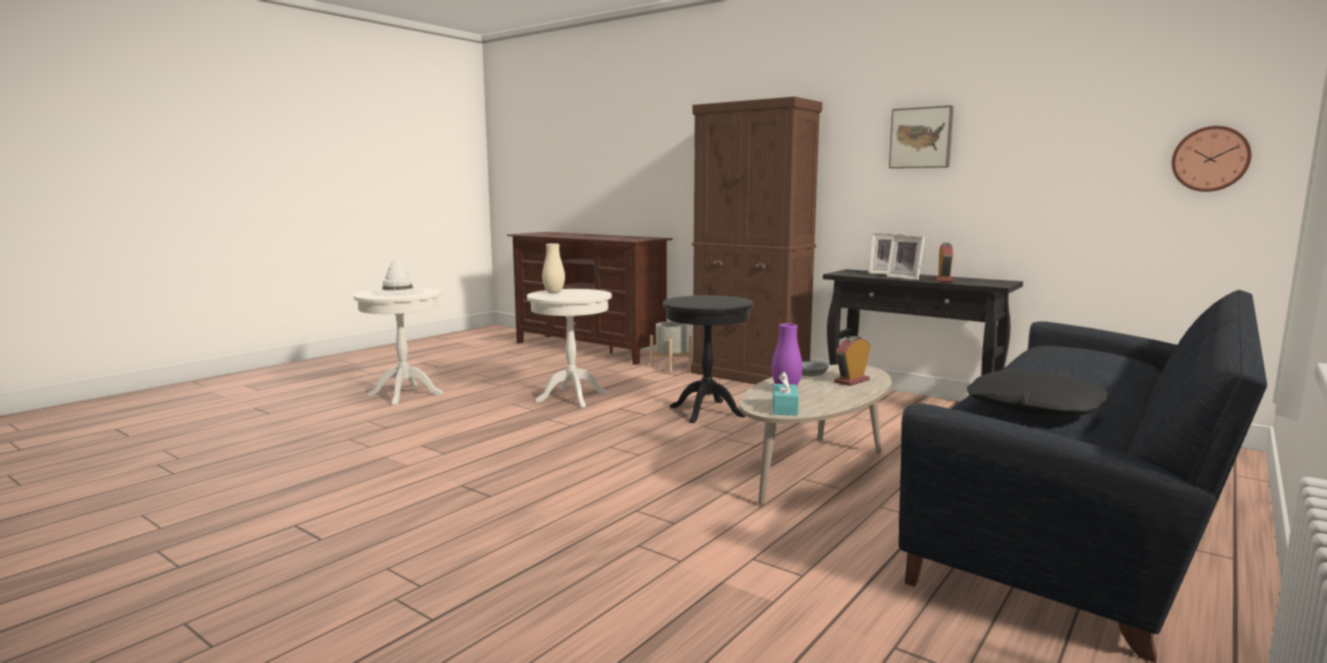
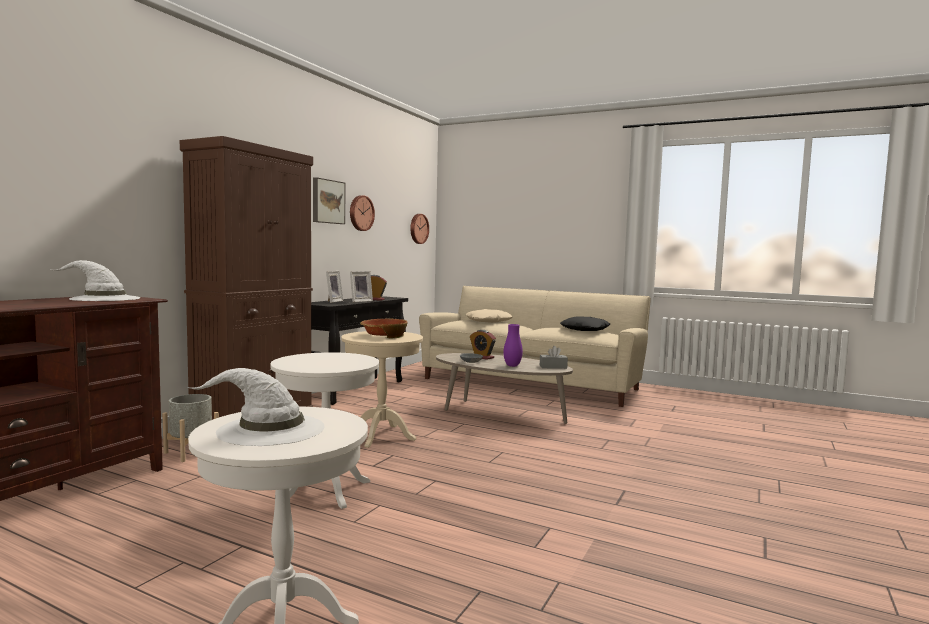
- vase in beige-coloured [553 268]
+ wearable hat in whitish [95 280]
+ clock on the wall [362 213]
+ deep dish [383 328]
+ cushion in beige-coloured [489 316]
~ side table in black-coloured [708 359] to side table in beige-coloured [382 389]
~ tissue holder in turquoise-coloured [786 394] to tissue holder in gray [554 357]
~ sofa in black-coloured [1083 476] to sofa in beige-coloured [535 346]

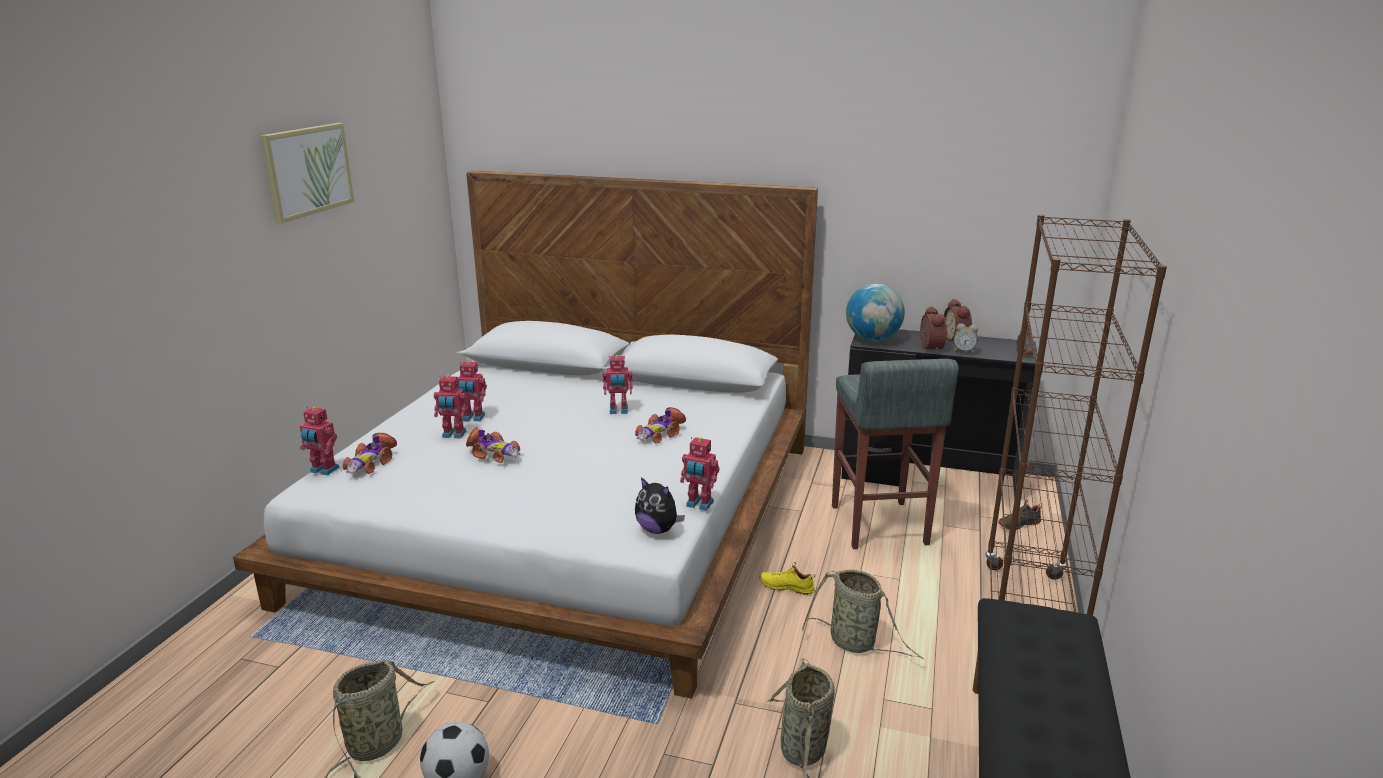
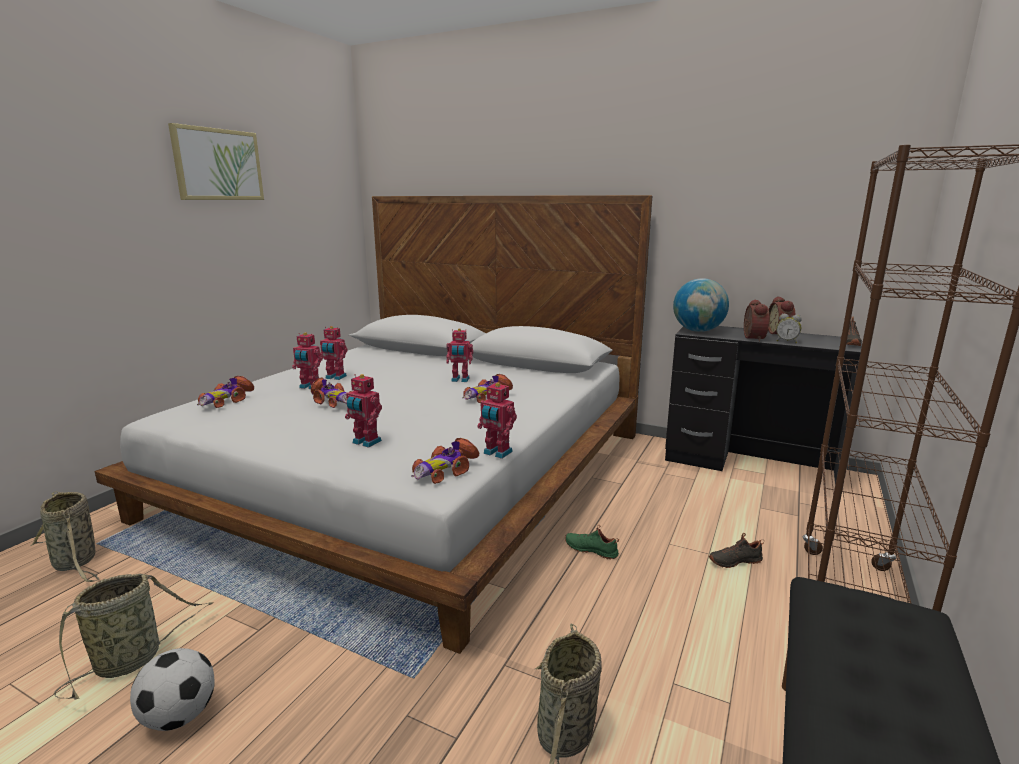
- stool seat in gray [895 454]
~ toy robot [320 441] to [363 411]
~ basket [863 614] to [64 536]
~ shoe in black-coloured [1019 514] to [736 550]
~ plush toy [660 505] to toy car [445 461]
~ shoe in yellow [787 578] to shoe in green [592 542]

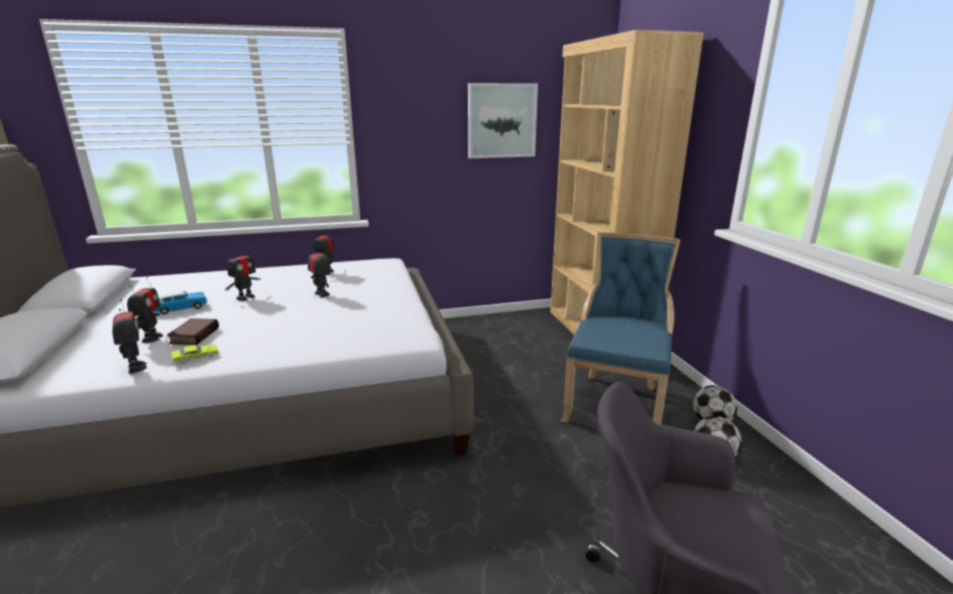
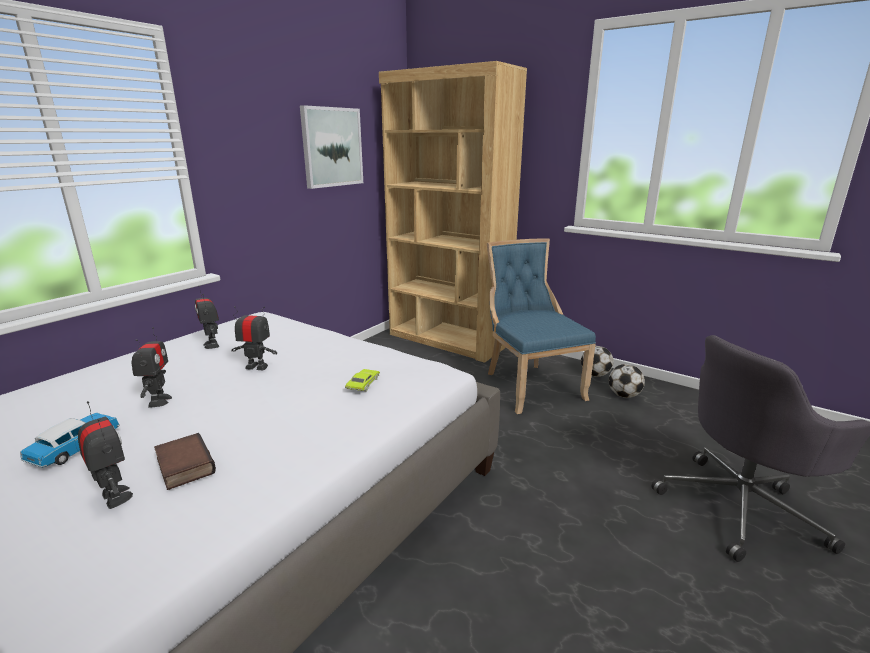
- toy robot [129 336]
~ toy car in green [195 354] to [362 380]

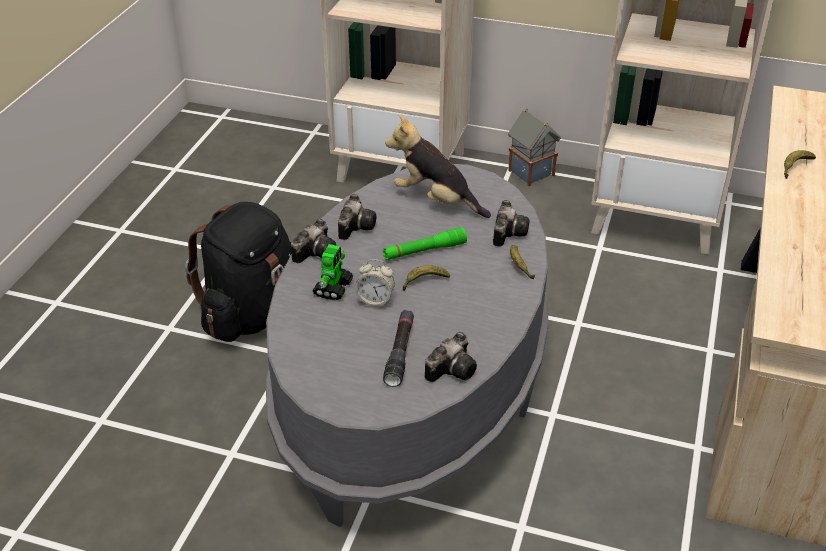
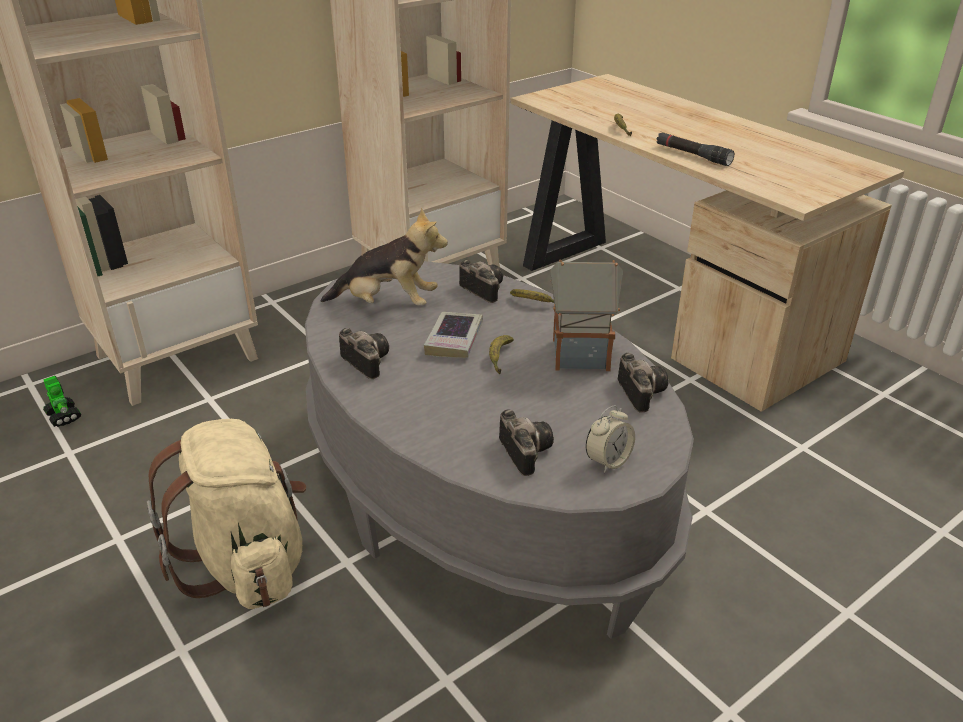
~ still camera [314 241] to [526 442]
~ toy robot [333 272] to [62 401]
~ table clock [375 283] to [610 439]
~ torch in black-coloured [398 348] to [695 149]
~ toy house [534 147] to [586 315]
~ torch in green [425 243] to book [453 335]
~ backpack in black-coloured [238 272] to backpack in beige-coloured [226 514]
~ plush toy [438 166] = [384 257] 150 degrees counterclockwise

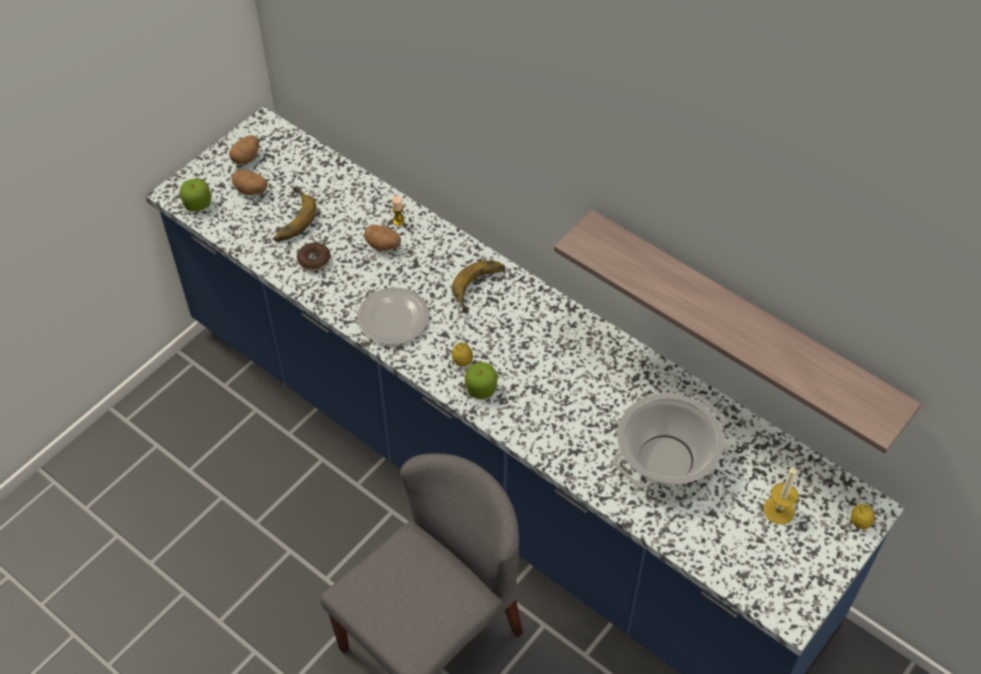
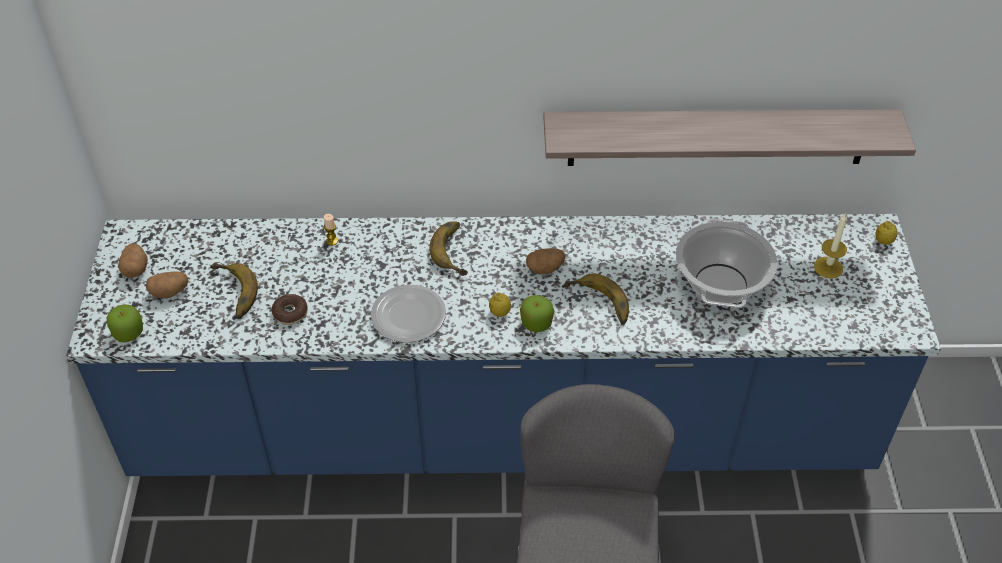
+ banana fruit [595 299]
~ potato [382 238] to [546 261]

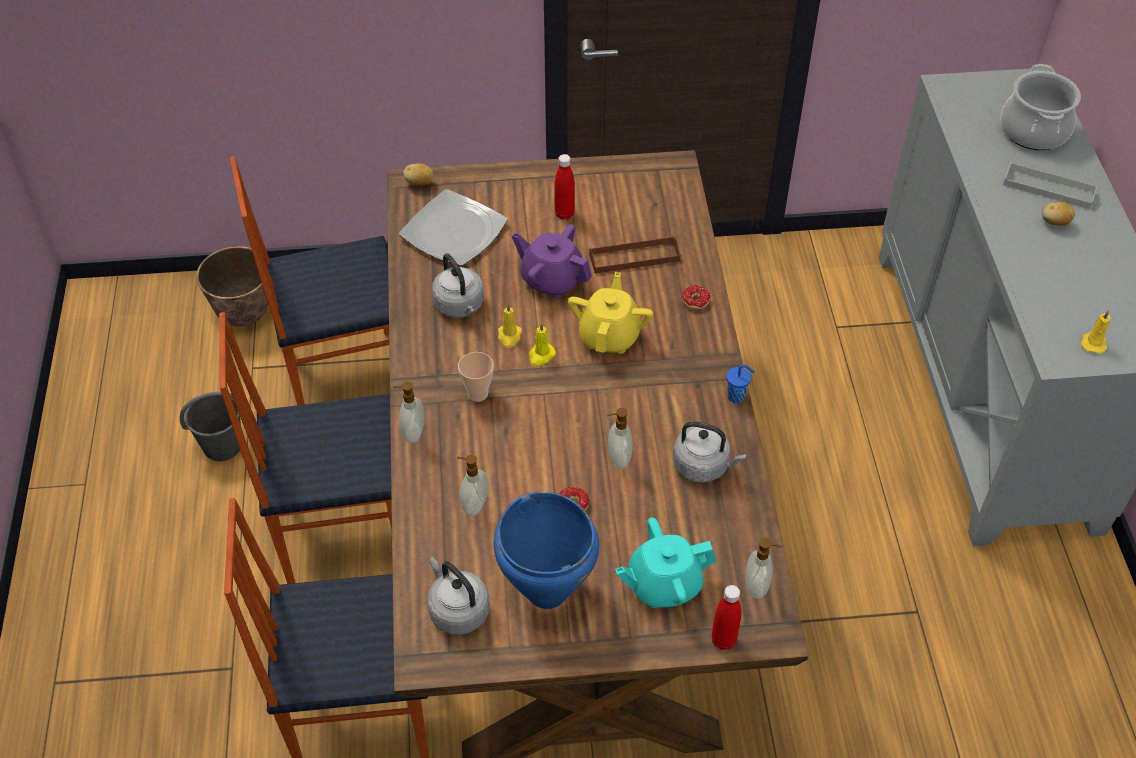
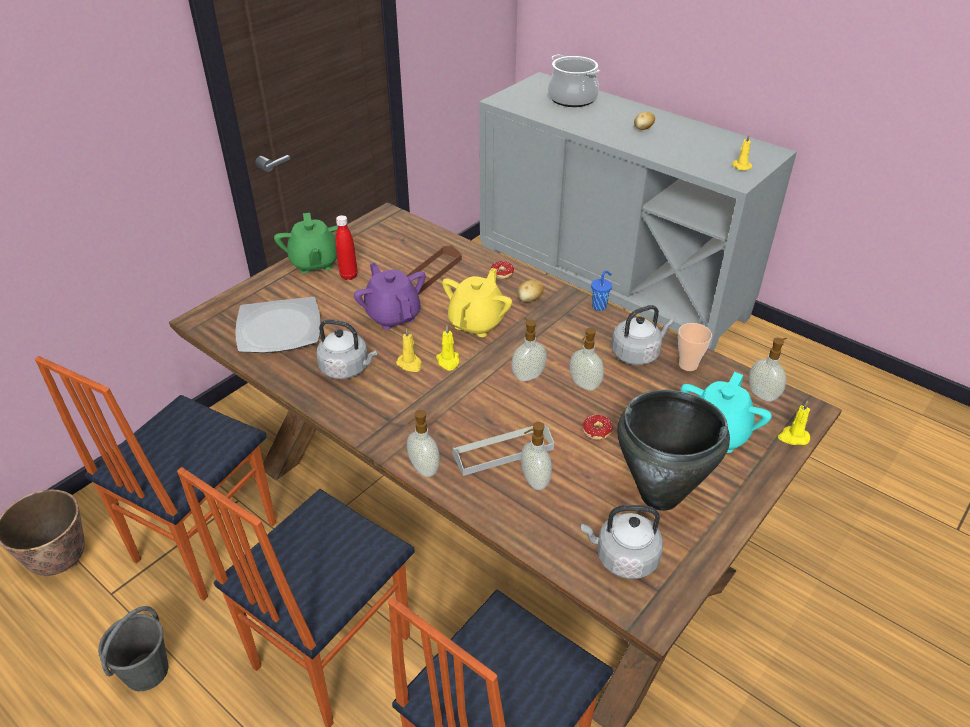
+ teapot in green [306 243]
+ liquid soap bottle [529 349]
~ potato [418 174] to [530 291]
~ small cup [476 377] to [695 347]
~ tray in gray [1050 185] to [503 450]
~ bottle in red [726 617] to wax candle in yellow [794 423]
~ stockpot in bluish [546 550] to stockpot in black-coloured [673 450]
~ teapot in purple [552 261] = [390 296] 75 degrees clockwise
~ teapot in yellow [610 313] = [477 302] 60 degrees clockwise

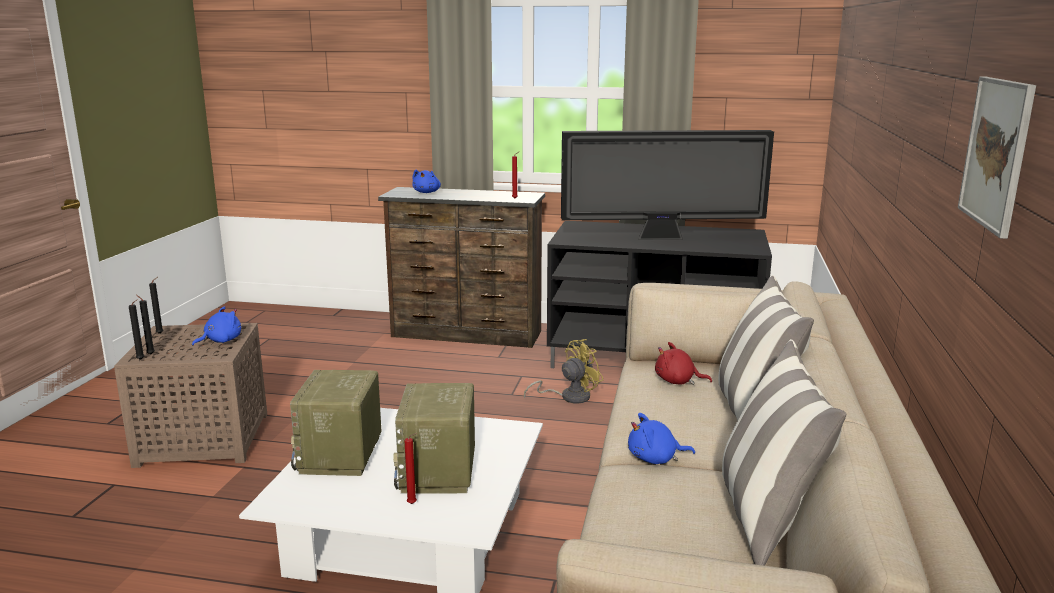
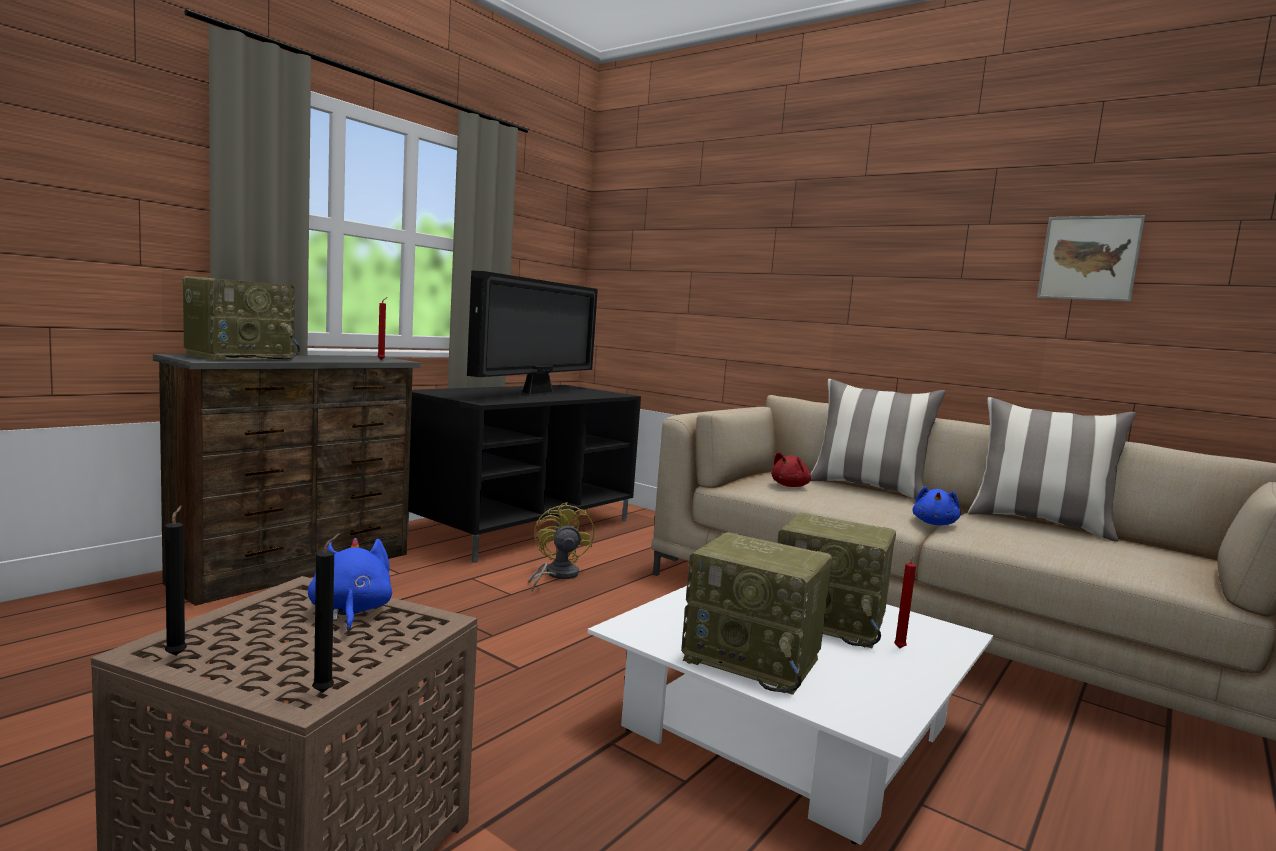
- wax candle in black-coloured [145 324]
~ plush toy in bluish [426 181] to radio set [241 318]

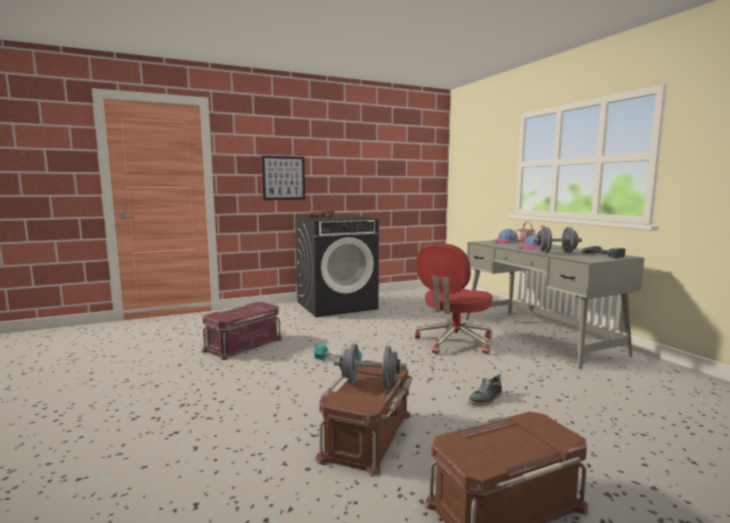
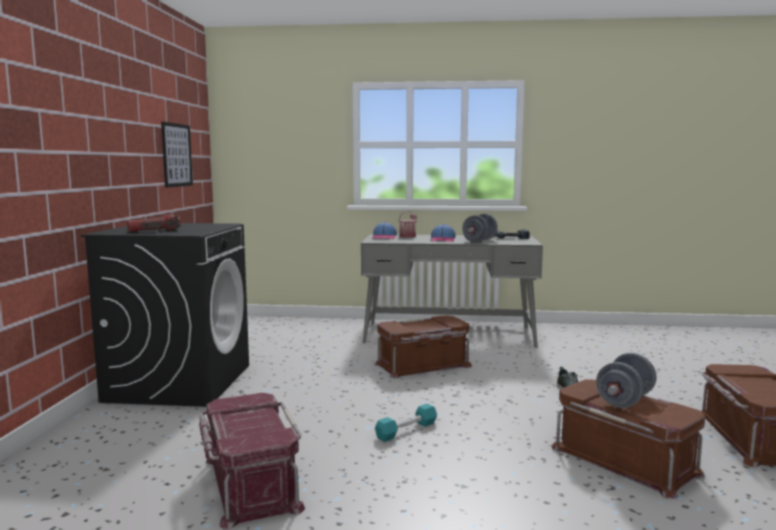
~ wall picture [283 178] to [177 155]
~ office chair in red [453 298] to storage container in brown-coloured [423 346]

